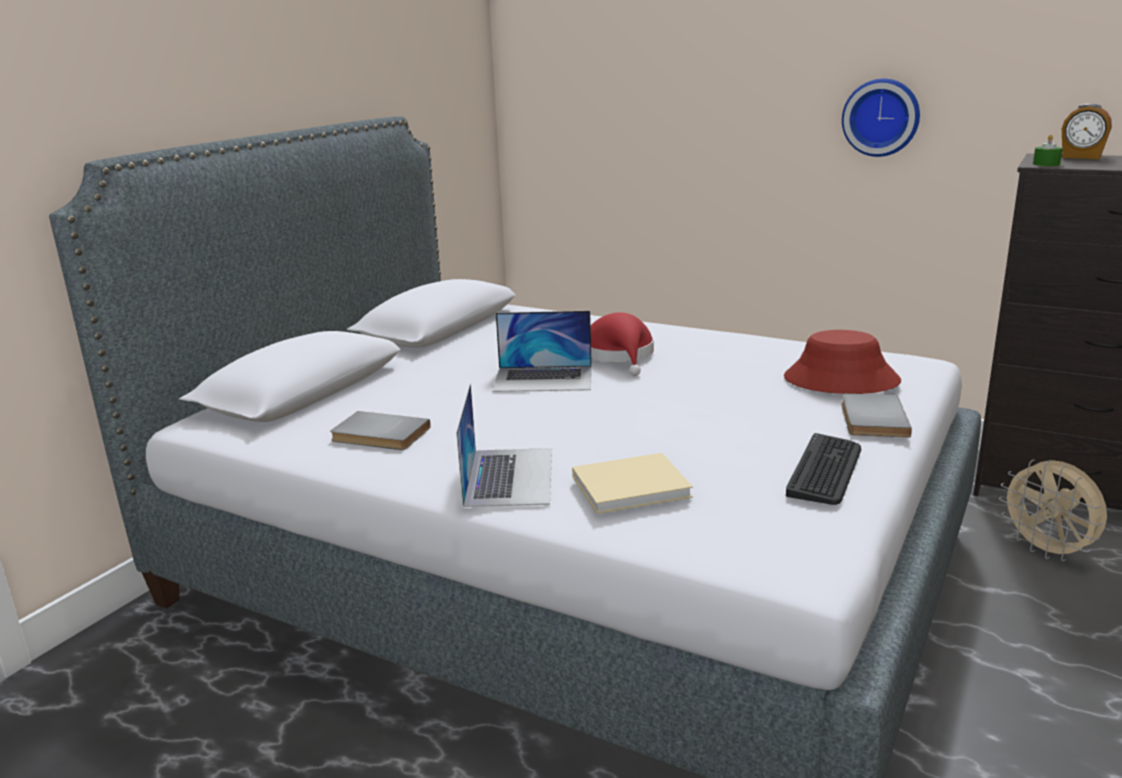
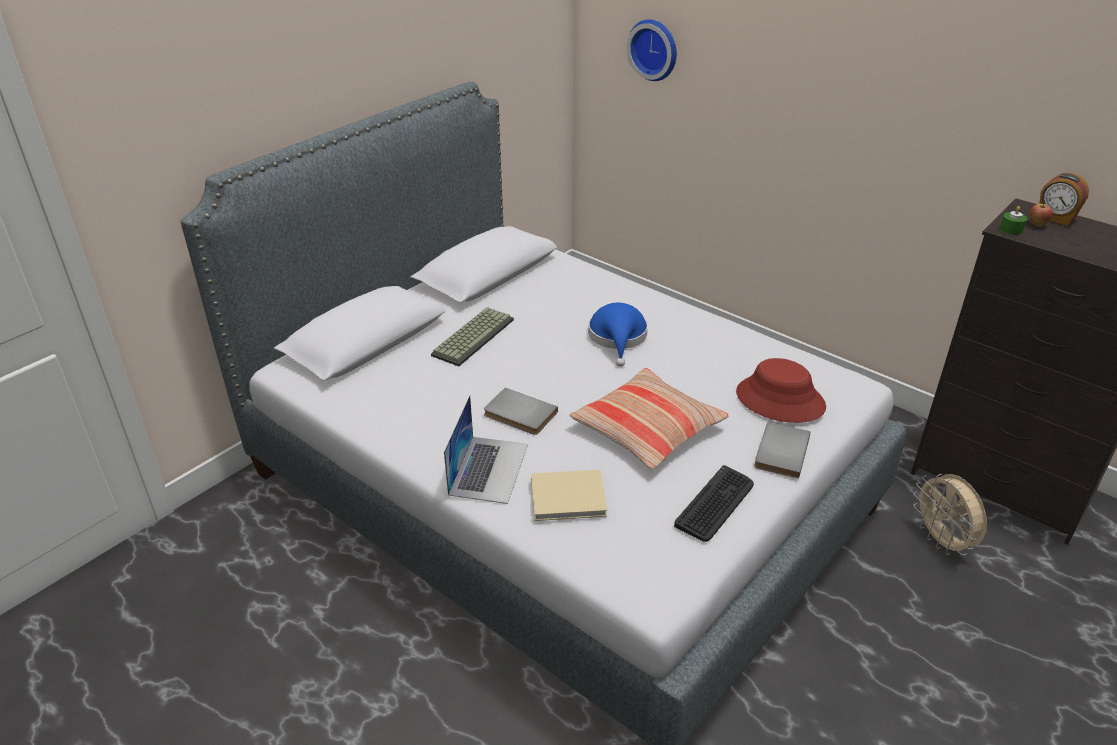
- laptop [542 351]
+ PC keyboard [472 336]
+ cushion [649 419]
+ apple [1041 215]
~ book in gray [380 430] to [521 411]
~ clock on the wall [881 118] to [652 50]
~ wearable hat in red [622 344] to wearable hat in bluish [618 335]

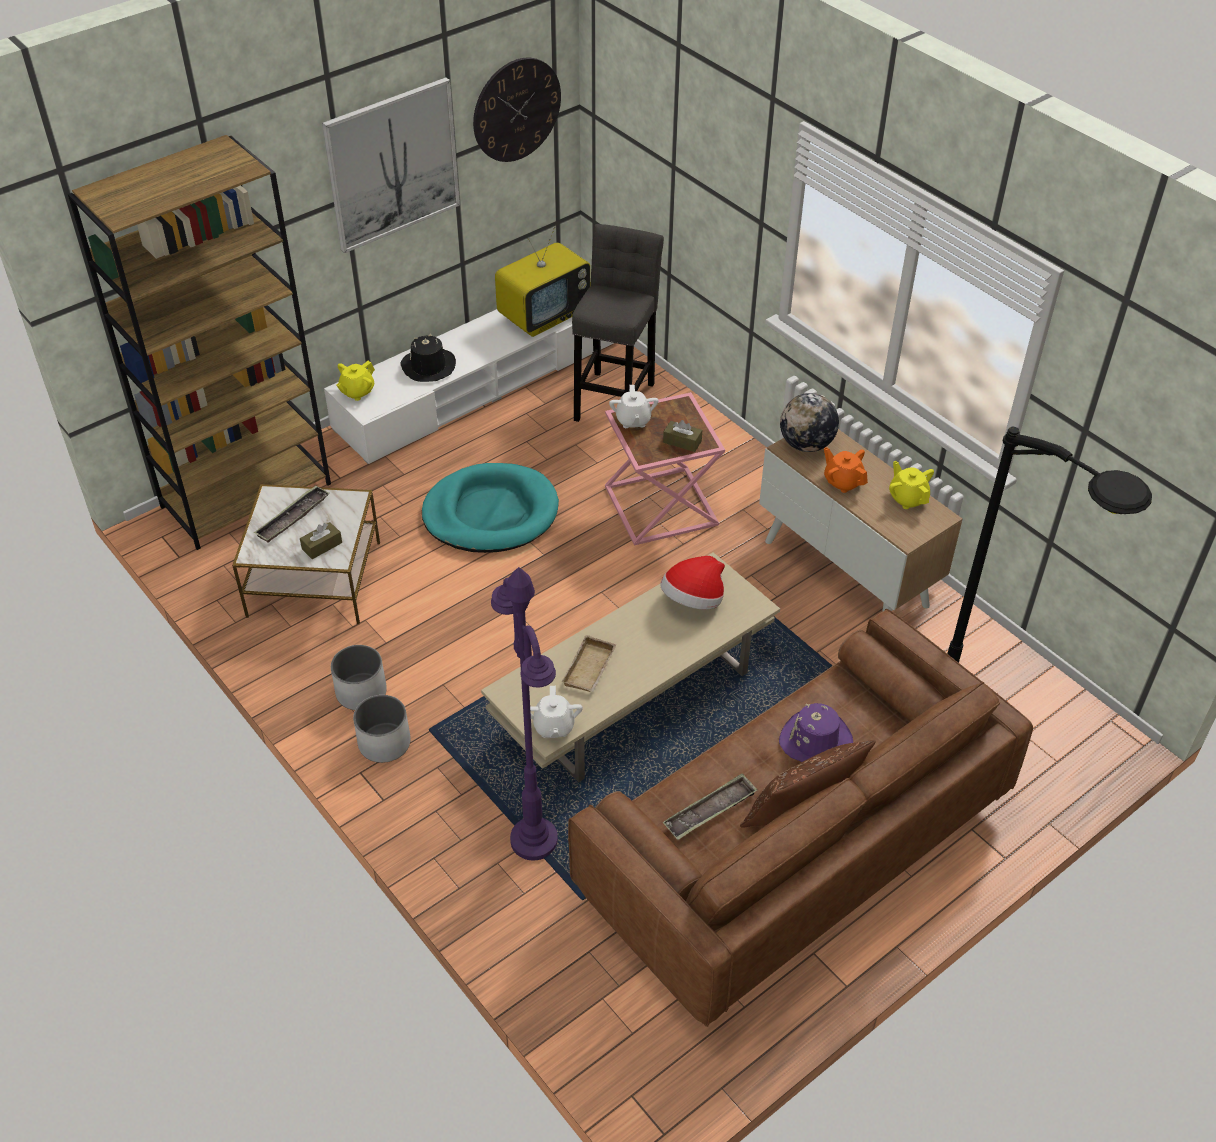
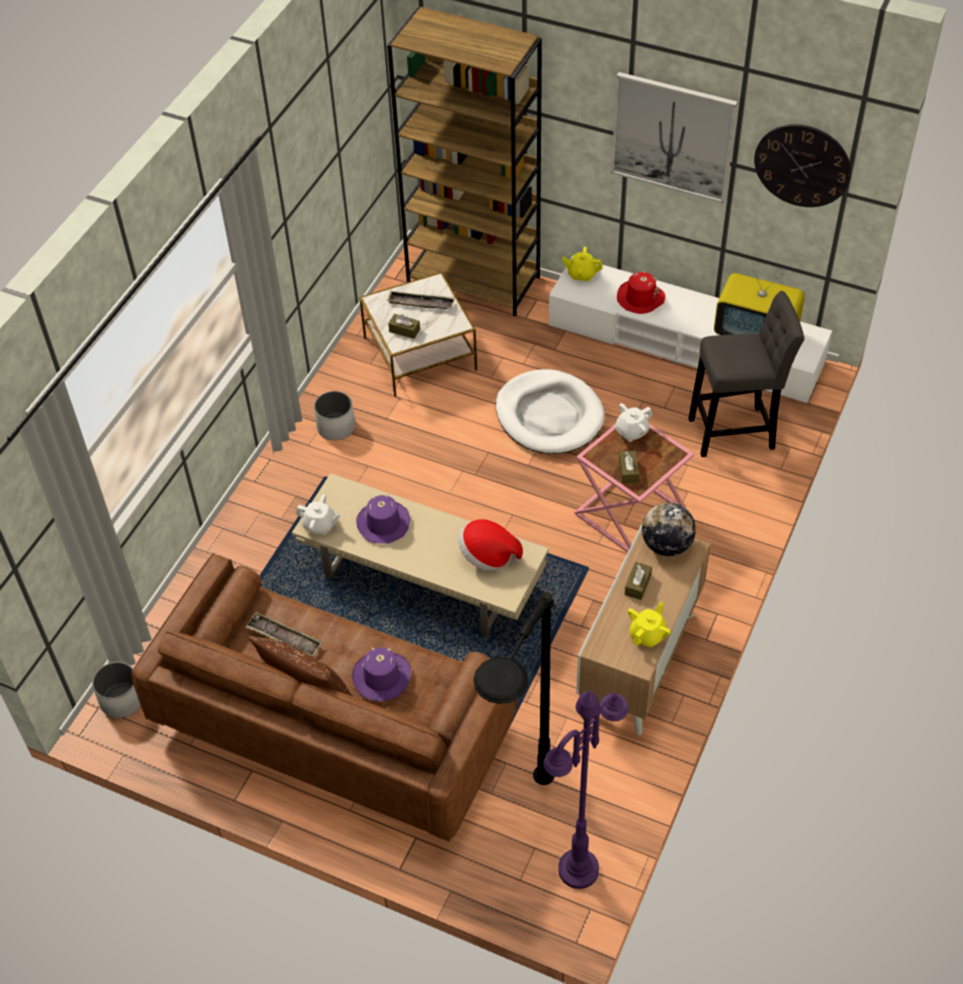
~ plant pot in whitish [382 729] to [116 690]
~ floor lamp in purple [524 714] to [585 790]
~ tray in beige-coloured [589 663] to wearable hat in purple [383 519]
~ teapot in orange [846 470] to tissue holder in brown-coloured [638 581]
~ wearable hat in black-coloured [428 358] to wearable hat in red [641 292]
~ pet bed in turquoise-coloured [490 508] to pet bed in whitish [550 411]
~ teapot in whitish [556 712] = [318 514] 135 degrees counterclockwise

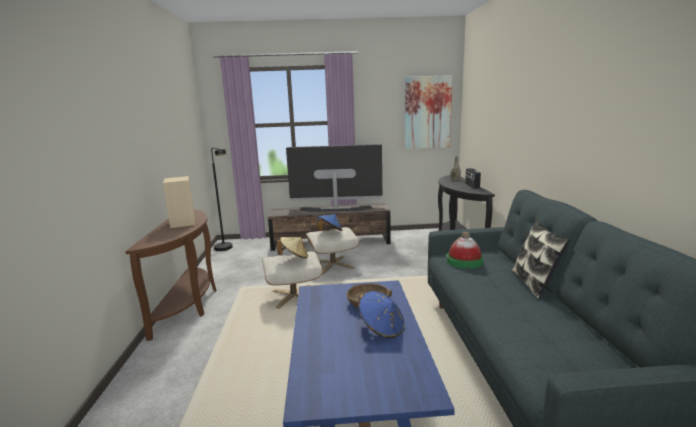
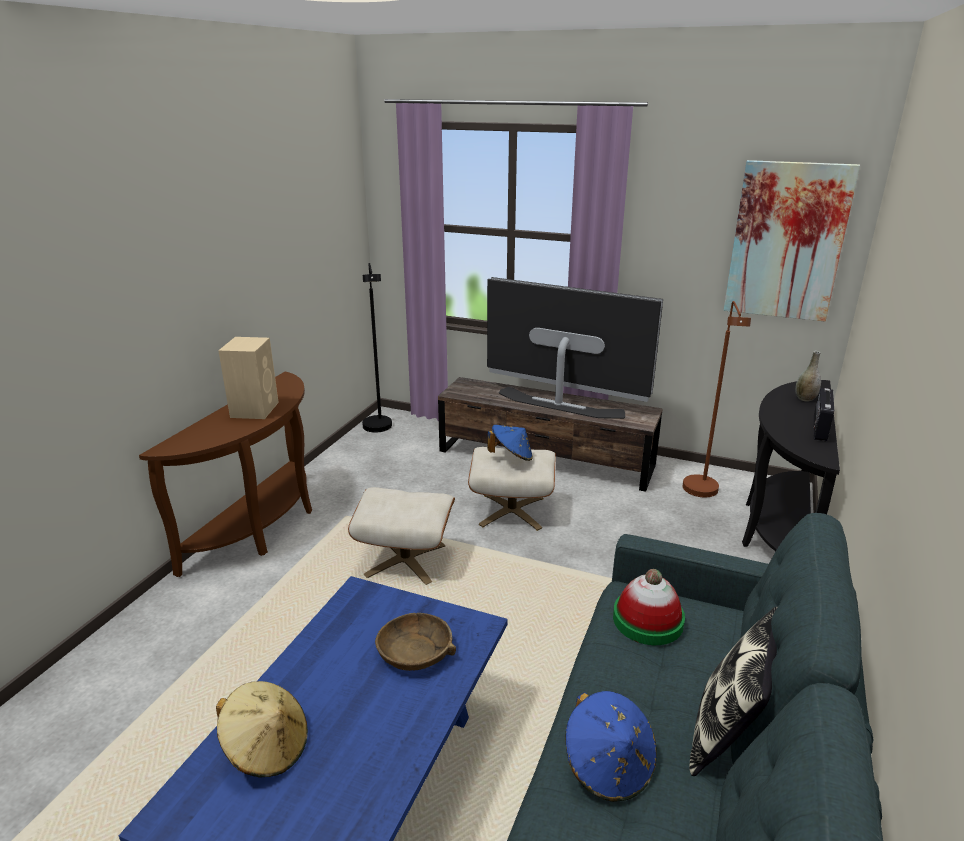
+ floor lamp in brown-coloured [717 399]
~ wearable hat in beige-coloured [292 248] to [262 729]
~ wearable hat in bluish [381 314] to [611 746]

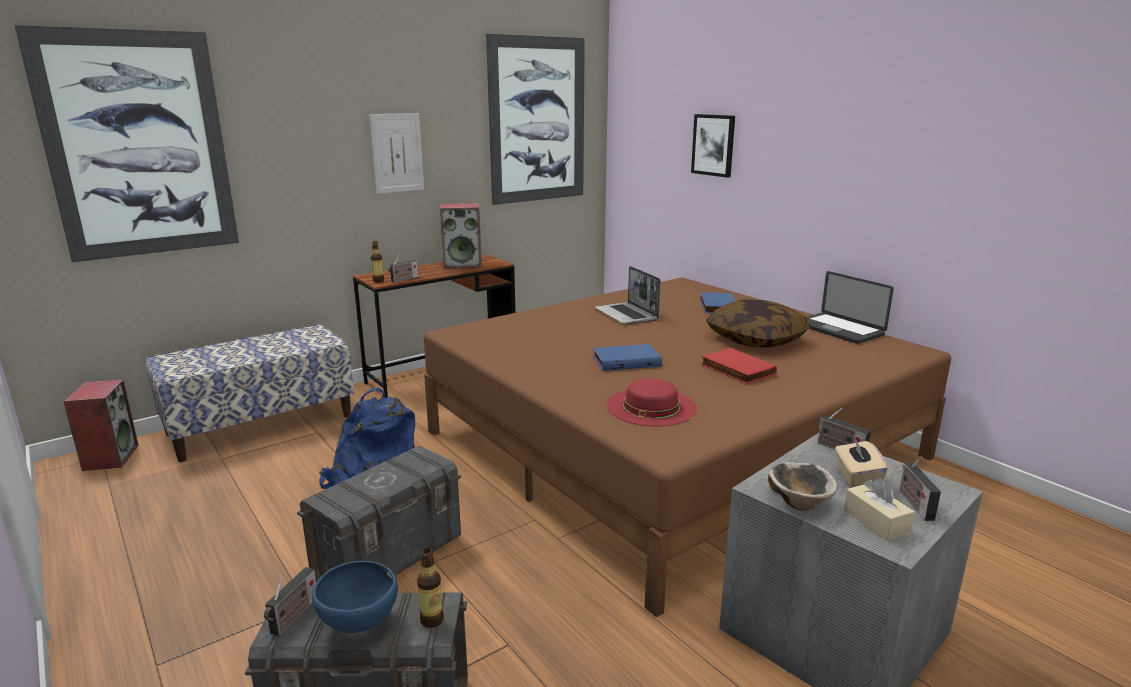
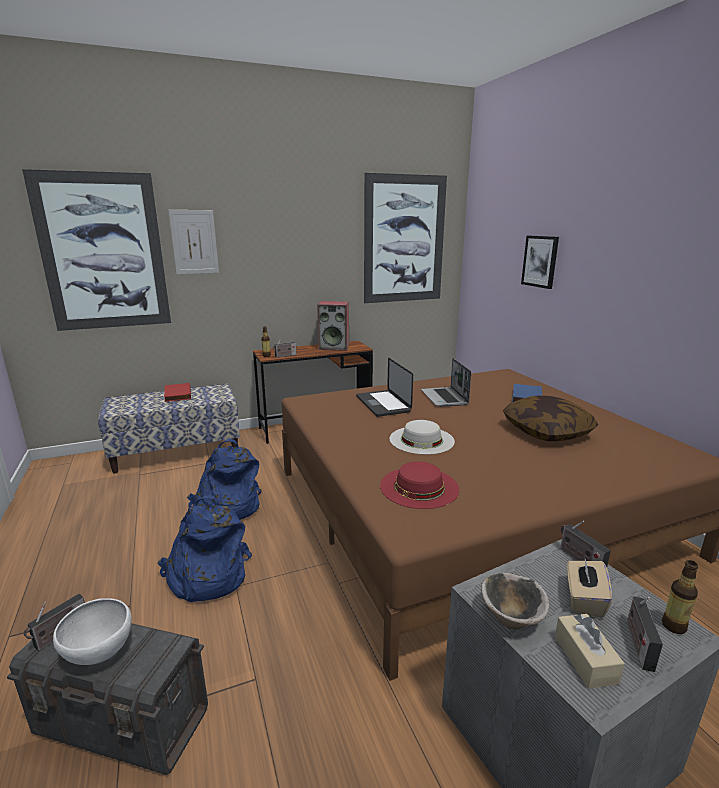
- audio speaker [101 425]
~ wall picture [396 153] to [193 242]
~ bottle [430 588] to [680 597]
~ book in red [739 366] to [177 392]
~ laptop [850 307] to [384 387]
~ storage container in gray [379 514] to backpack in bluish [204 548]
~ book in bluish [627 357] to wearable hat in whitish [422 437]
~ deep dish in bluish [355 597] to deep dish in whitish [92 631]

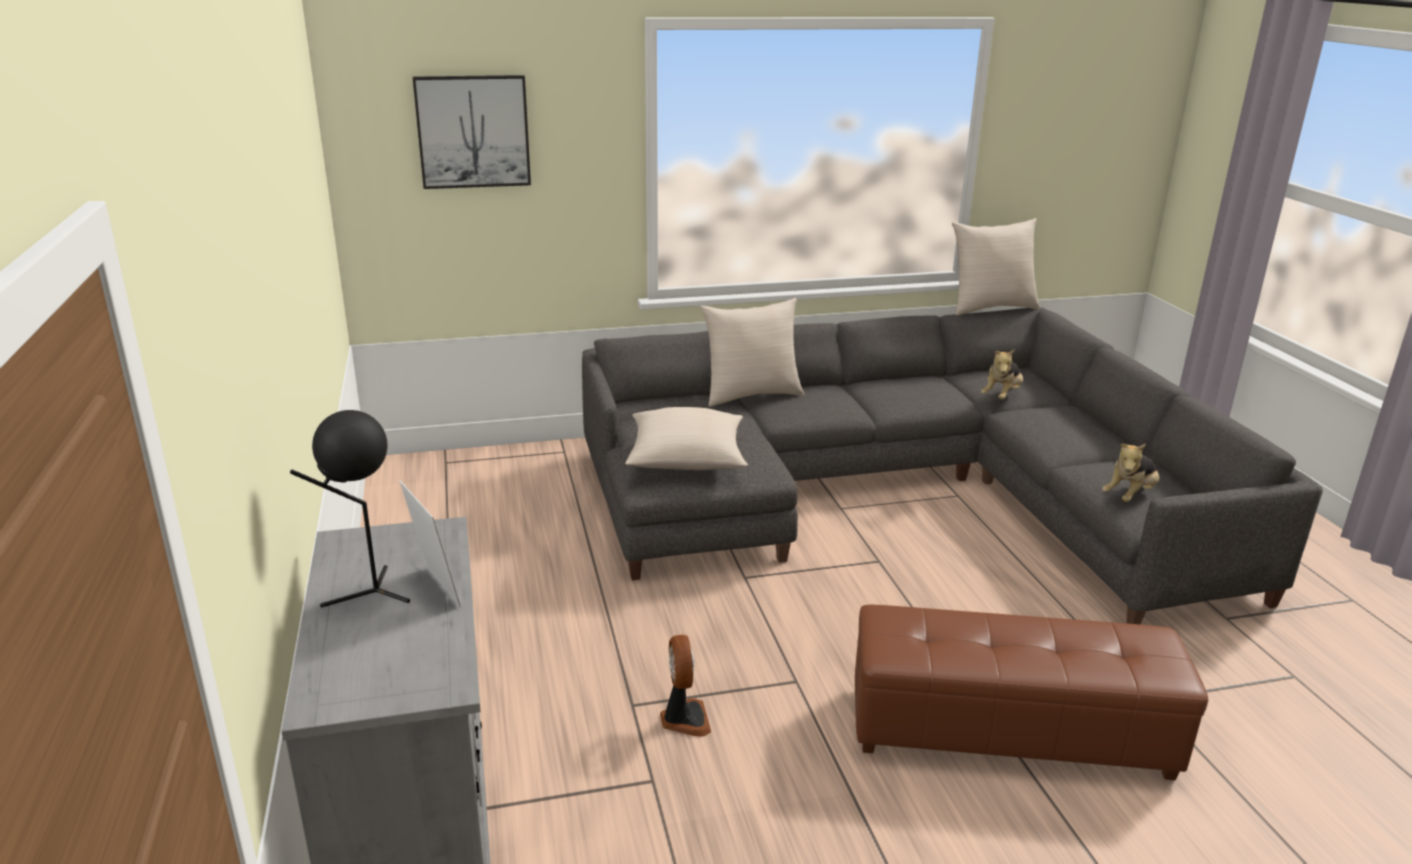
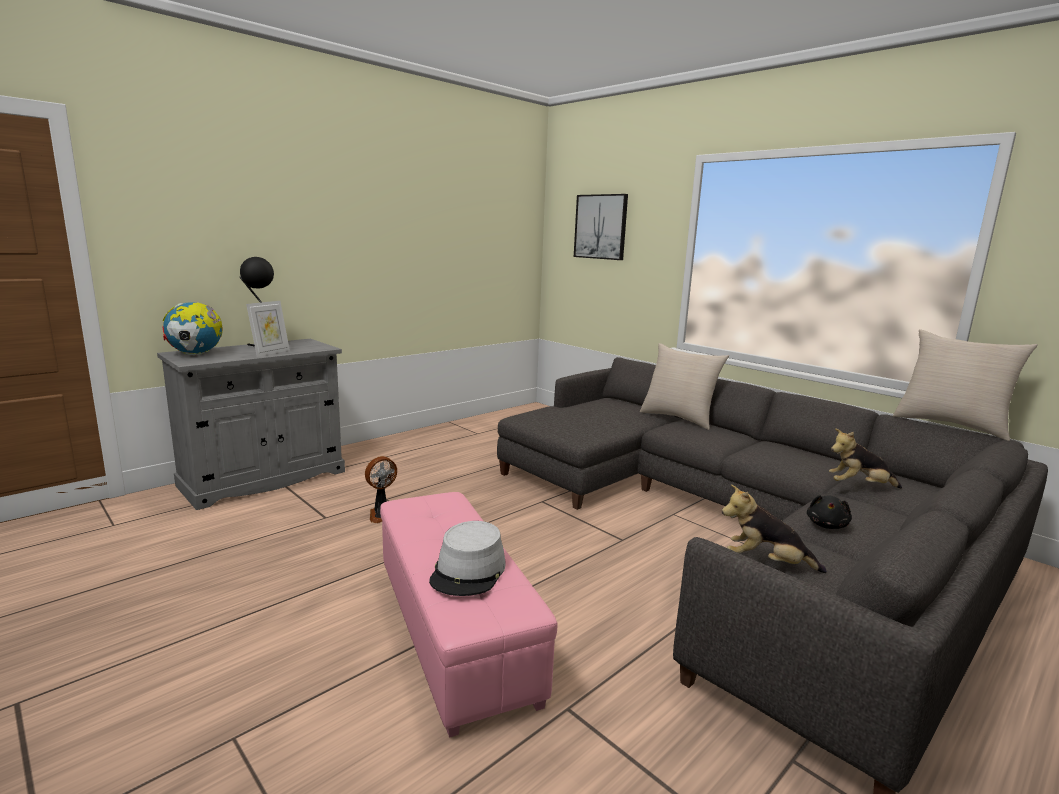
- cushion in beige-coloured [686 438]
+ desk globe [193 328]
+ wearable hat in gray [467 558]
+ plush toy in black-coloured [829 512]
~ ottoman in brown-coloured [1031 692] to ottoman in pinkish [468 615]

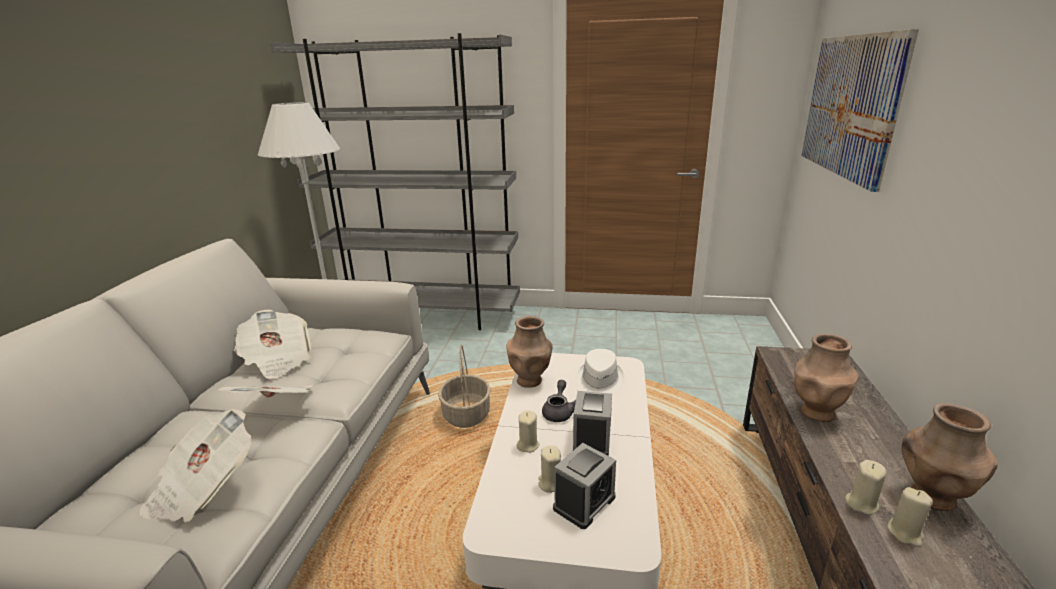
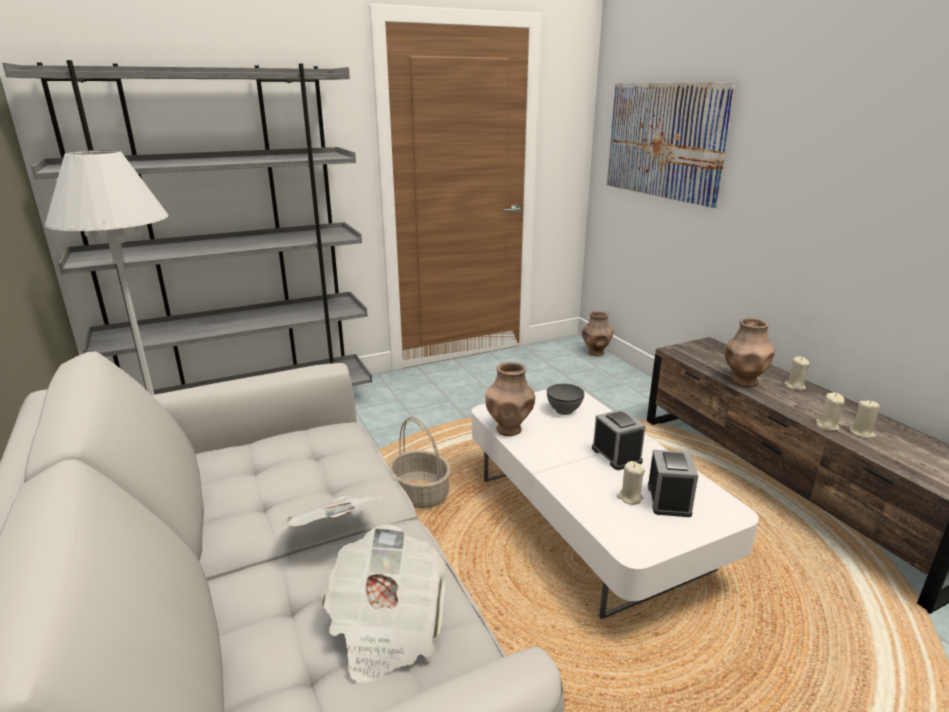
- daily paper [272 344]
- teapot in gray [559 401]
~ wax candle in beige-coloured [528 432] to [797 373]
~ vase in brown-coloured [950 457] to [597 333]
~ wearable hat in whitish [600 371] to deep dish in gray [565 399]

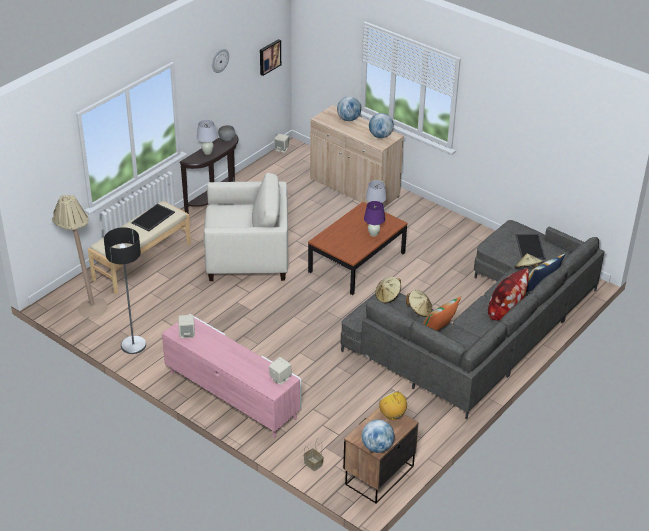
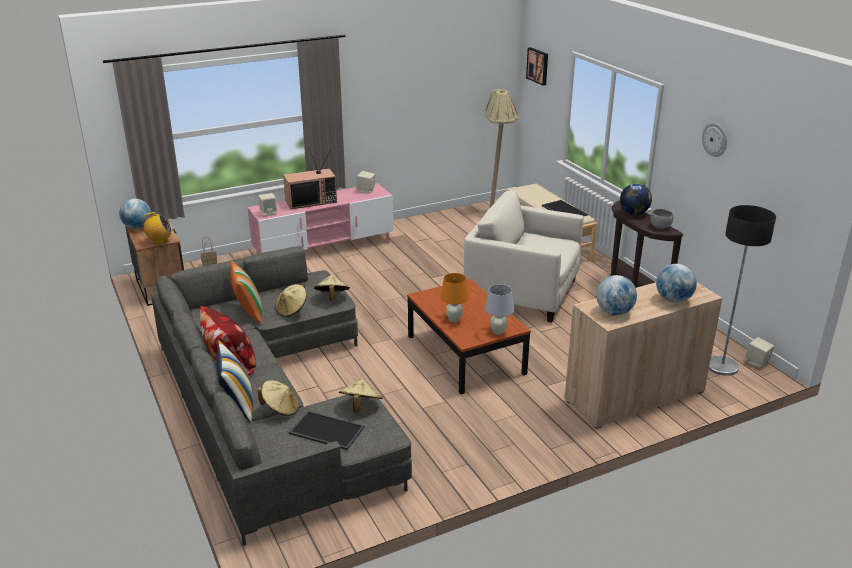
+ TV [310 178]
+ wearable hat in beige-coloured [360 395]
~ floor lamp [125 290] to [742 290]
~ wall picture [270 57] to [537 66]
~ table lamp in whitish [207 137] to desk globe [636 199]
~ table lamp in purple [374 219] to table lamp in orange [454 297]
~ lounge chair in beige-coloured [245 227] = [524 256] 90 degrees clockwise

